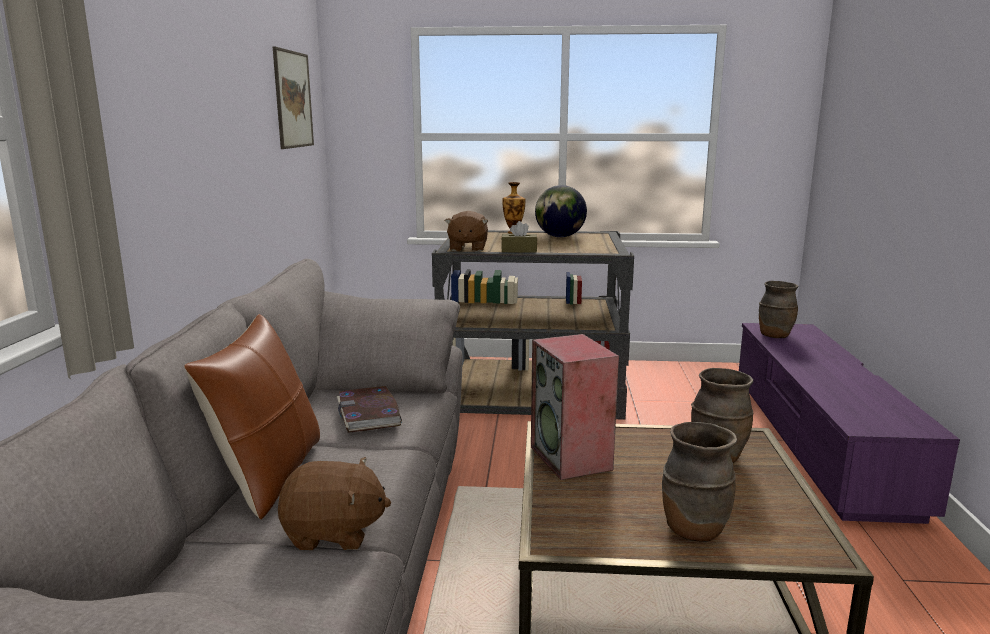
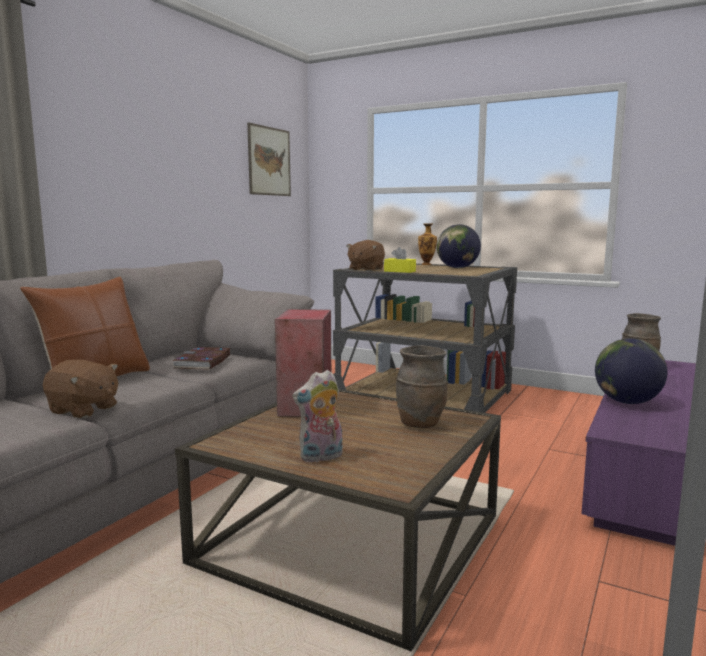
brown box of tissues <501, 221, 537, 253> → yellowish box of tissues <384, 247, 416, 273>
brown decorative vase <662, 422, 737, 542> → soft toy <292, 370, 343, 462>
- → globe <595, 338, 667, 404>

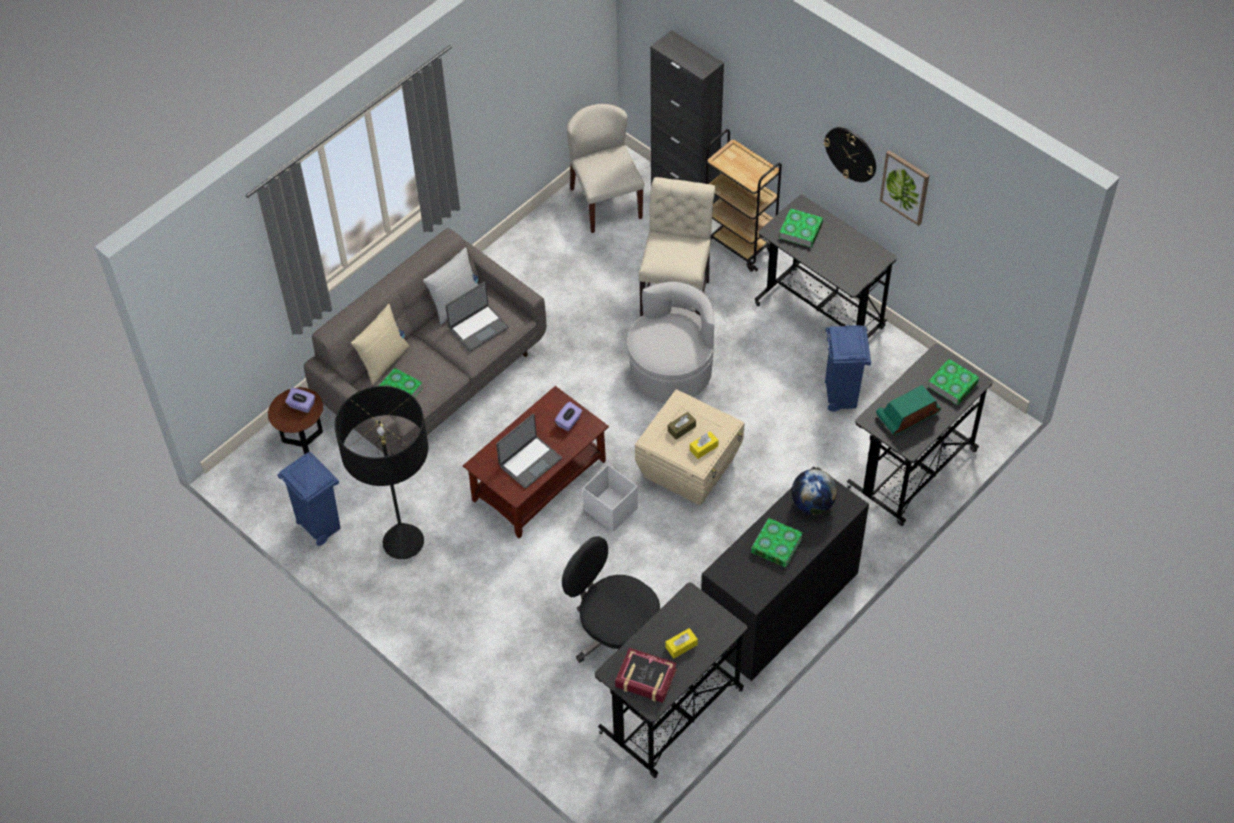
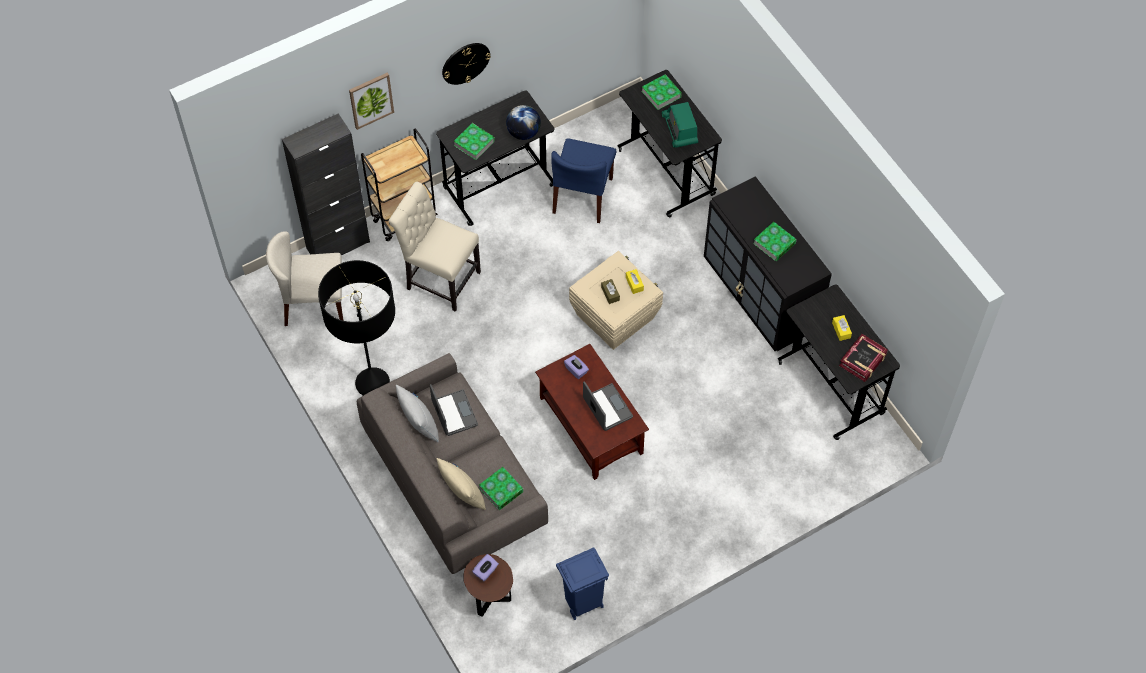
picture <880, 150, 929, 226> → picture <349, 73, 394, 130>, move
whitish easy chair <627, 282, 714, 403> → -
blue-coloured waste bin <825, 325, 871, 412> → blue-coloured plain chair <551, 139, 616, 223>
blackish standard lamp <335, 386, 428, 559> → blackish standard lamp <318, 260, 395, 395>, move
whitish storage box <583, 465, 638, 532> → -
globe <791, 469, 837, 515> → globe <506, 105, 541, 140>, move
blackish desk chair <562, 536, 660, 663> → -

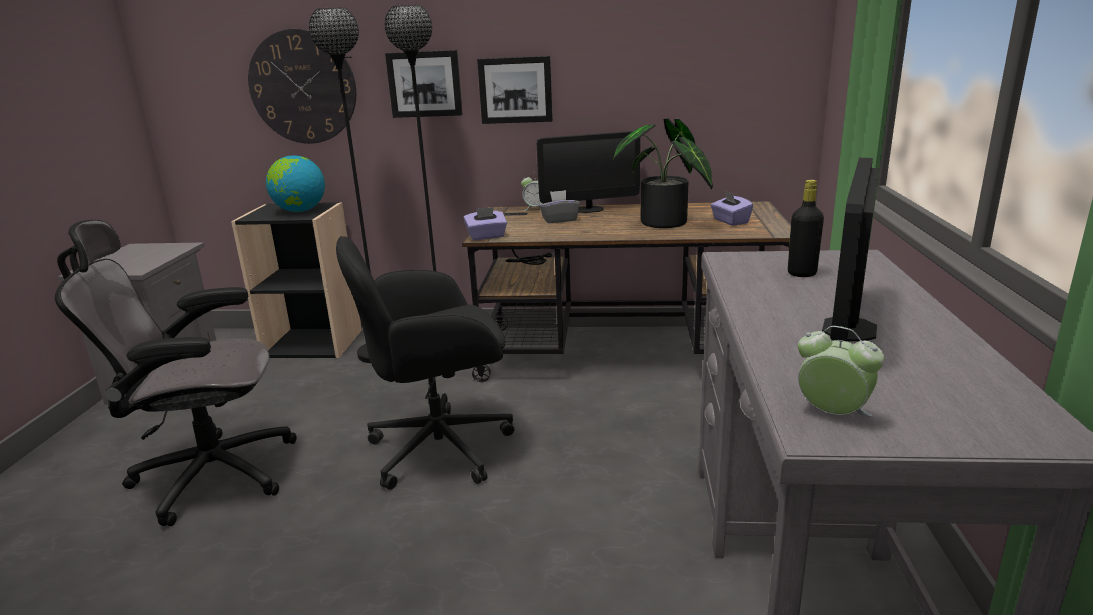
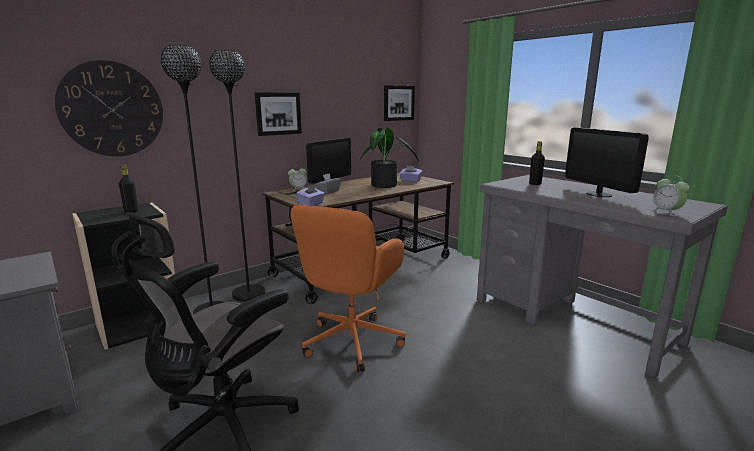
picture <385, 50, 463, 118> → picture <384, 85, 415, 121>, move
globe <266, 155, 325, 212> → blackish bottle <119, 165, 139, 213>
blackish desk chair <336, 236, 514, 490> → orange desk chair <291, 205, 406, 372>
alarm clock <798, 326, 884, 417> → alarm clock <651, 175, 690, 216>, 105 degrees counterclockwise

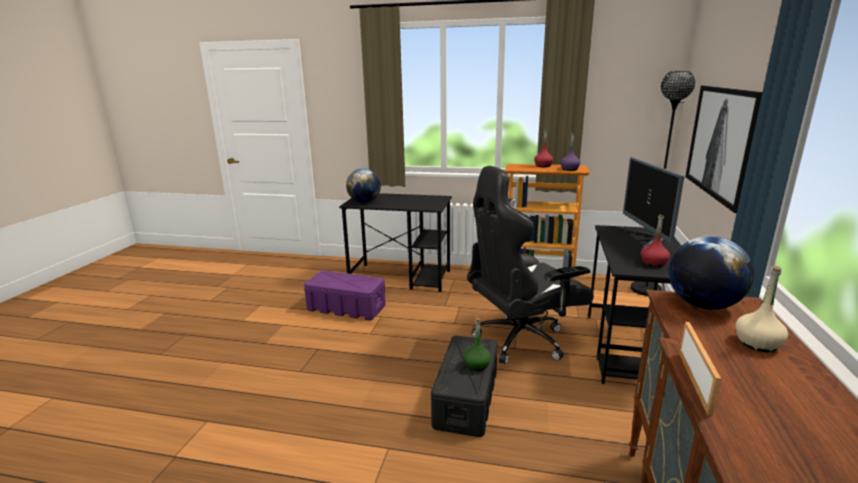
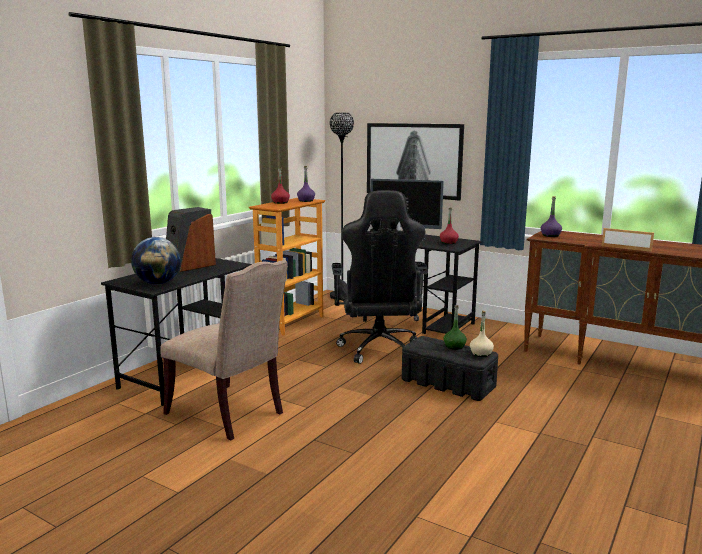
globe <669, 236, 754, 310> → purple-coloured bottle <541, 196, 562, 237>
sand-coloured bottle <735, 266, 788, 352> → sand-coloured bottle <470, 311, 494, 357>, move
purple-coloured storage box <304, 271, 386, 320> → sand-coloured plain chair <160, 260, 288, 441>
- → speaker <166, 207, 216, 272>

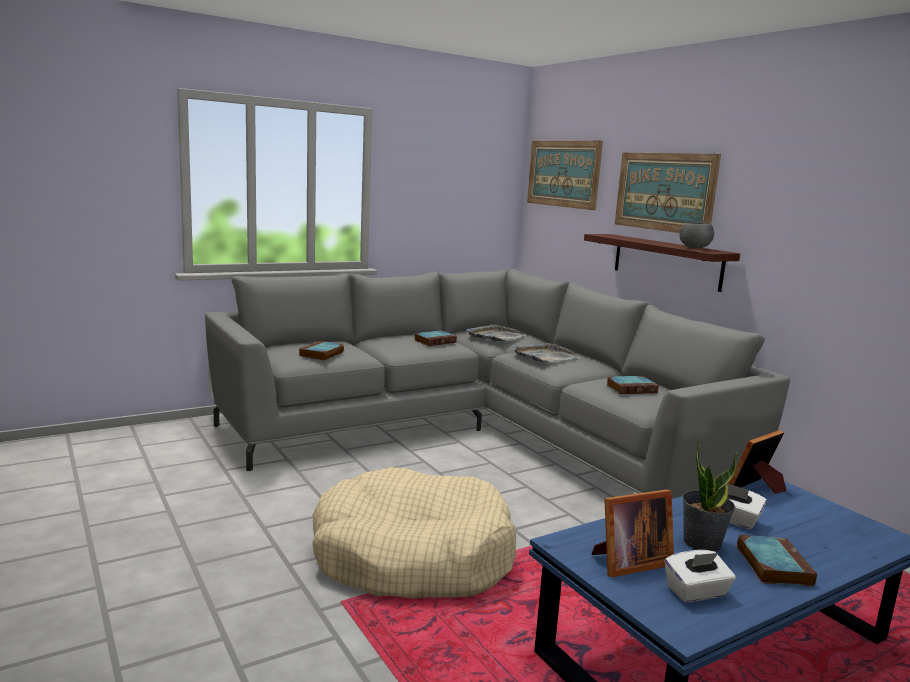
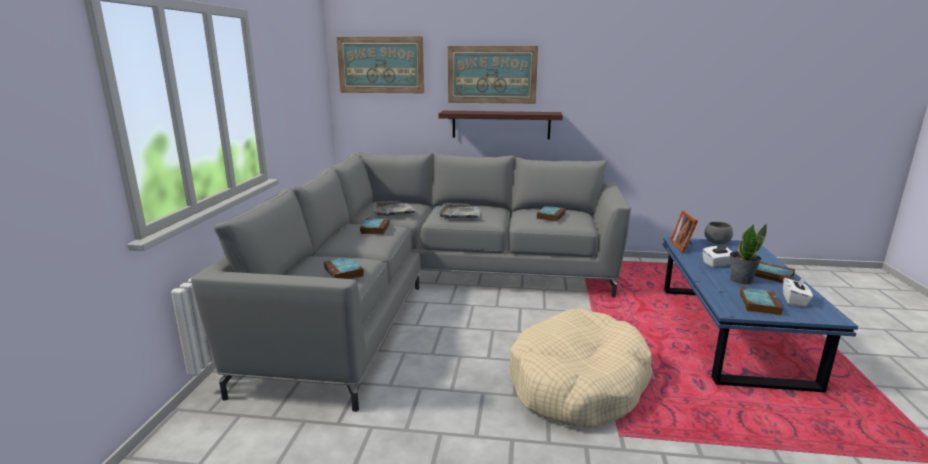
grey deep dish <679, 222, 714, 249> → grey deep dish <704, 222, 733, 244>, move
picture frame <592, 489, 674, 577> → book <740, 287, 783, 315>

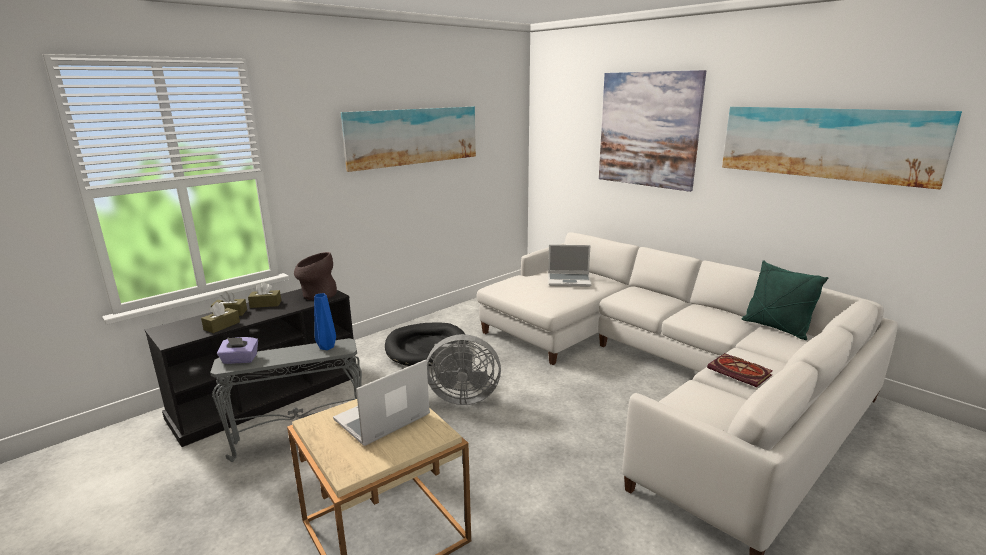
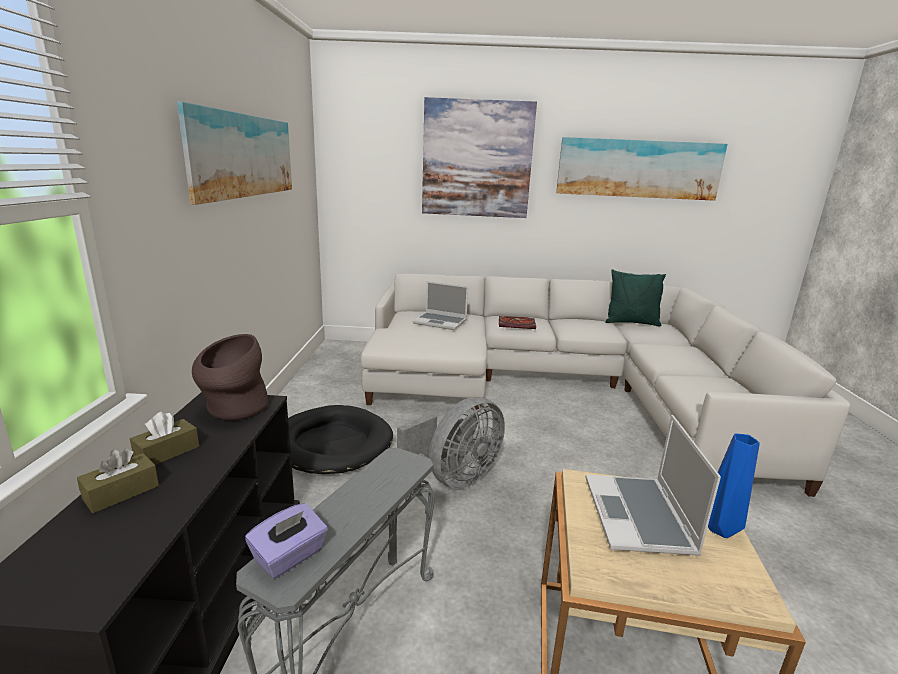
portable computer <548, 245, 592, 287> → portable computer <413, 281, 468, 330>, 60 degrees clockwise
blue-coloured decorative vase <314, 293, 336, 350> → blue-coloured decorative vase <708, 434, 760, 538>, move
brown box of tissues <201, 302, 240, 333> → -
book <707, 353, 773, 387> → book <499, 316, 536, 329>, move

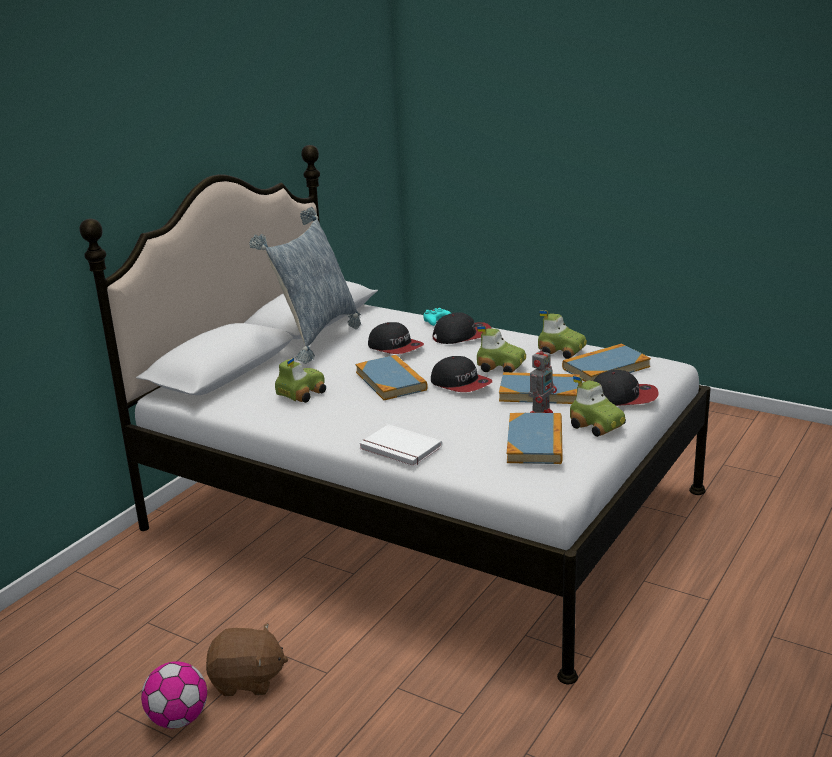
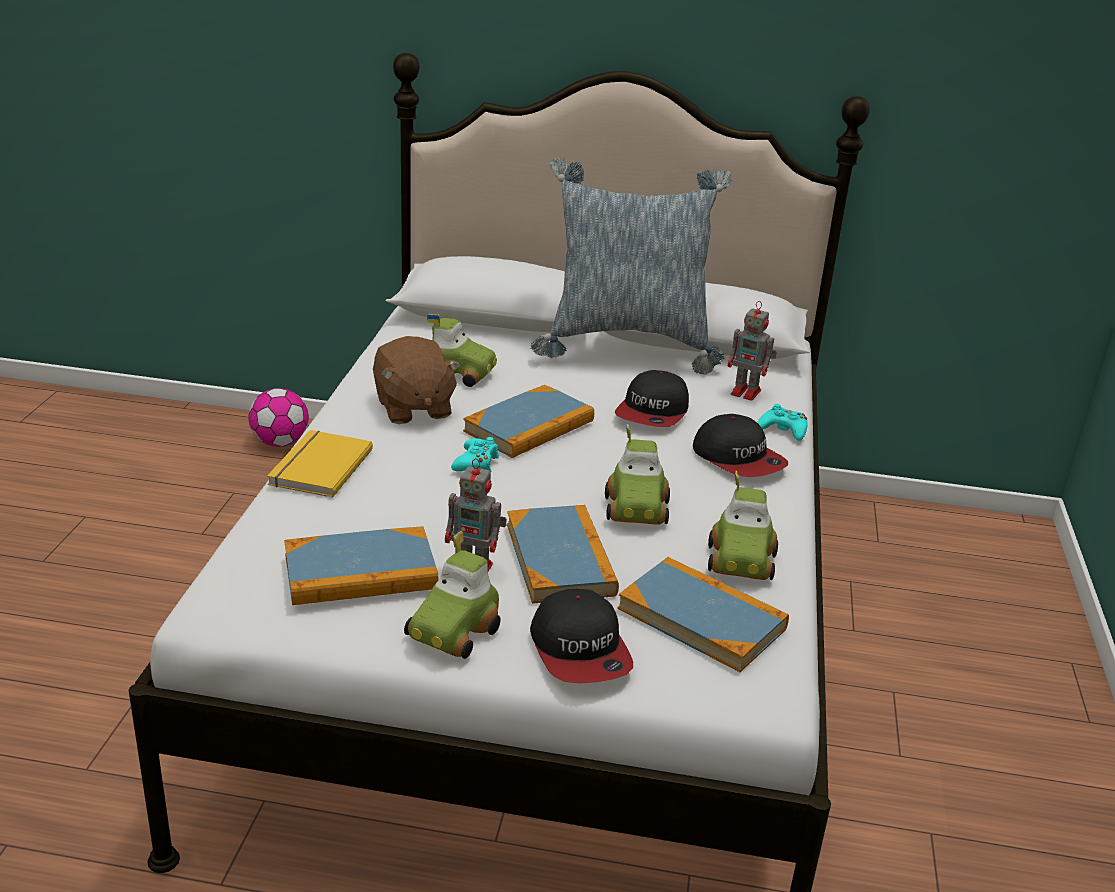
cap <431, 356, 492, 392> → -
whitish book <359, 424, 442, 467> → yellowish book <267, 430, 373, 498>
brown soft toy <206, 623, 288, 696> → brown soft toy <373, 336, 461, 424>, move
football <141, 661, 207, 729> → football <248, 388, 309, 447>, move
- → toy robot <727, 301, 777, 401>
- → turquoise joypad <451, 437, 499, 471>

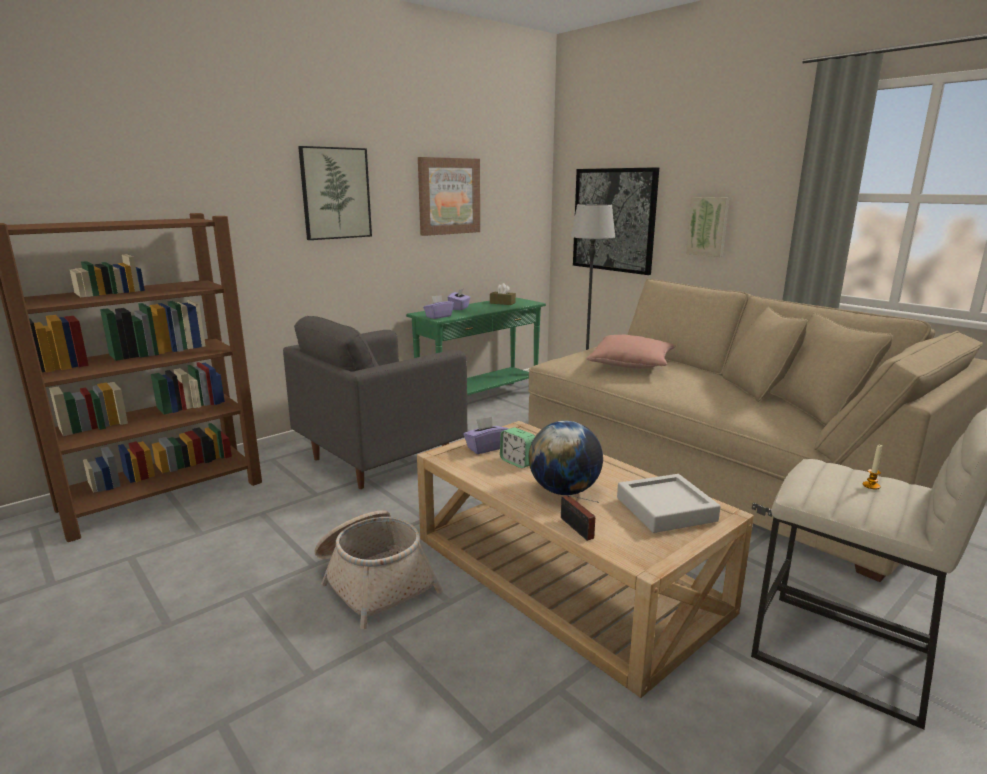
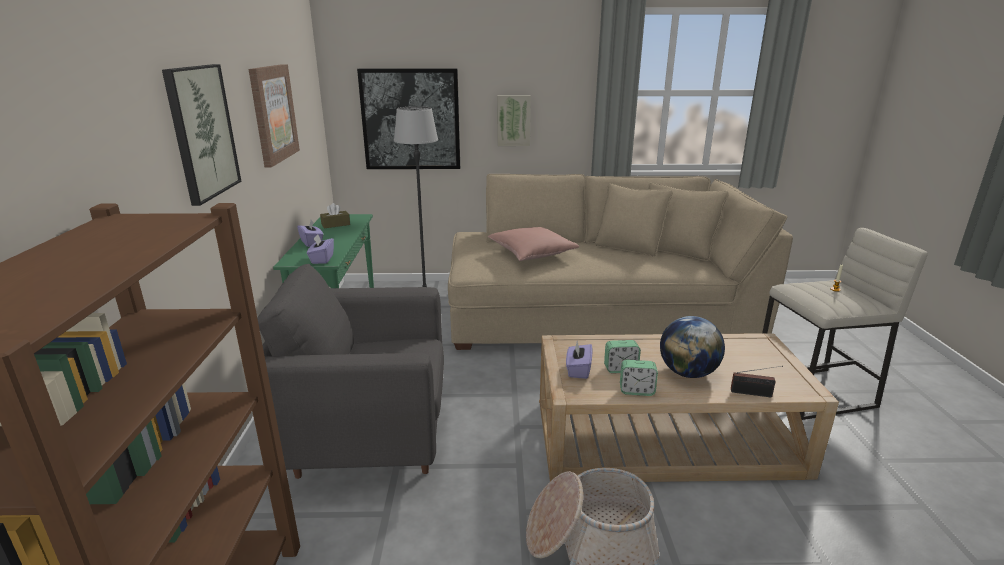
grey easy chair <283, 316, 468, 489> → grey easy chair <257, 264, 444, 479>, 90 degrees clockwise
grey serving tray <617, 474, 721, 533> → -
- → alarm clock <620, 360, 658, 396>

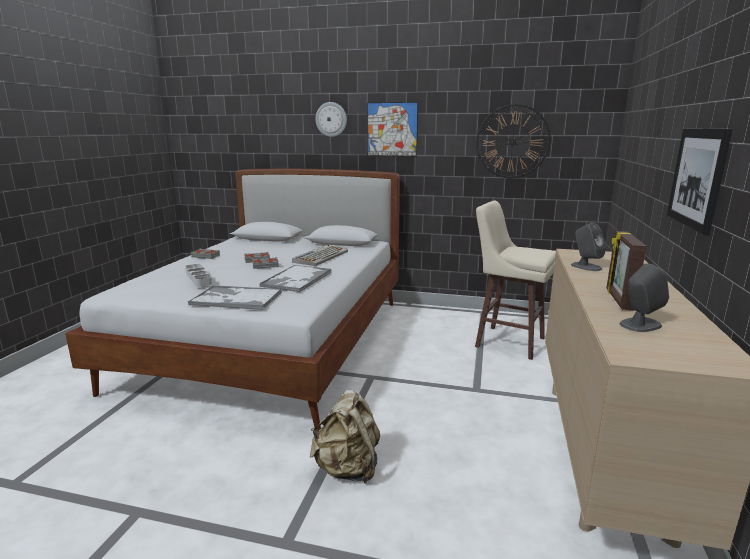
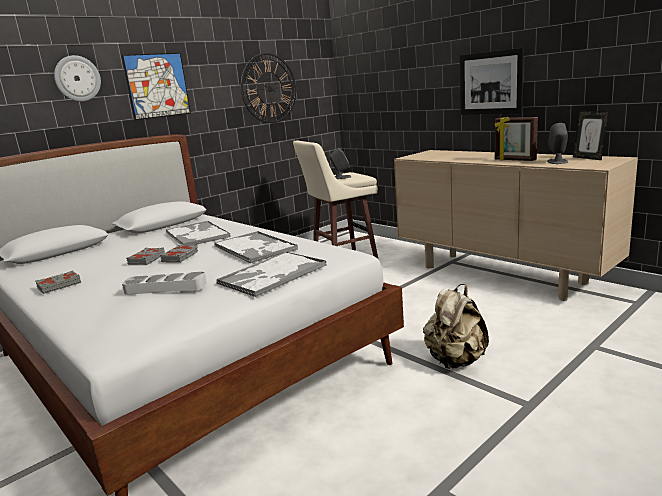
grey speaker <571, 222, 606, 271> → grey speaker <329, 148, 351, 179>, move
keyboard <292, 245, 348, 266> → serving tray <166, 220, 231, 245>
- → picture frame <573, 111, 609, 160>

